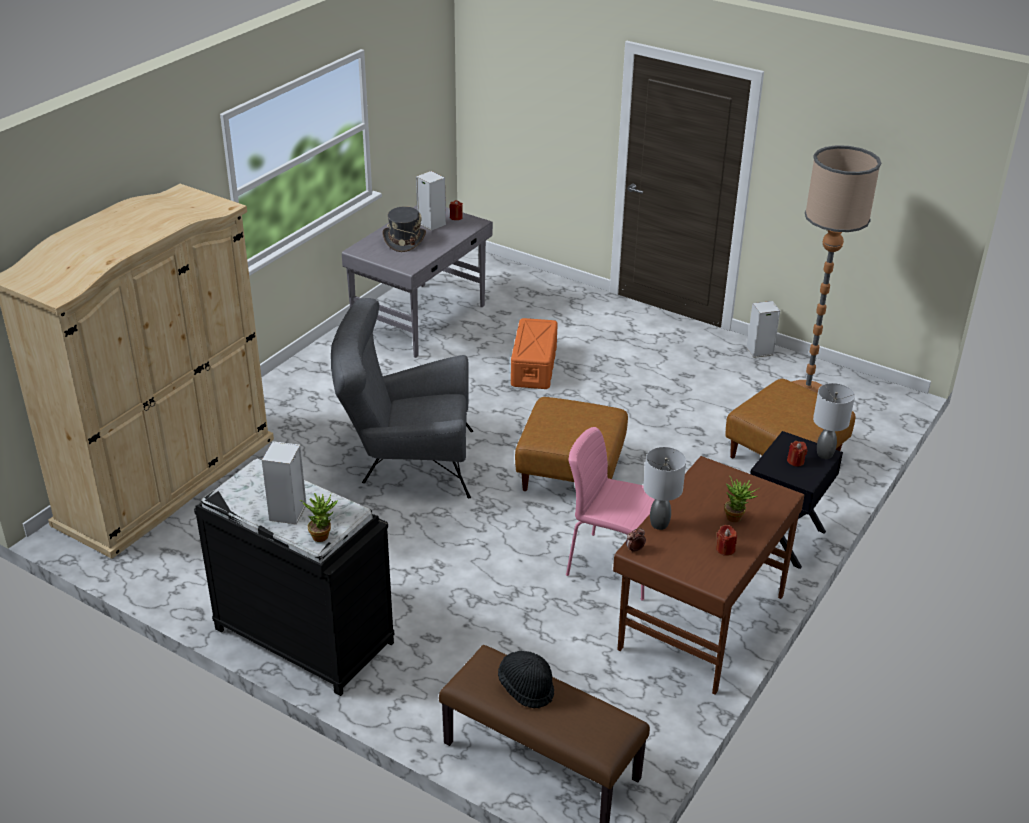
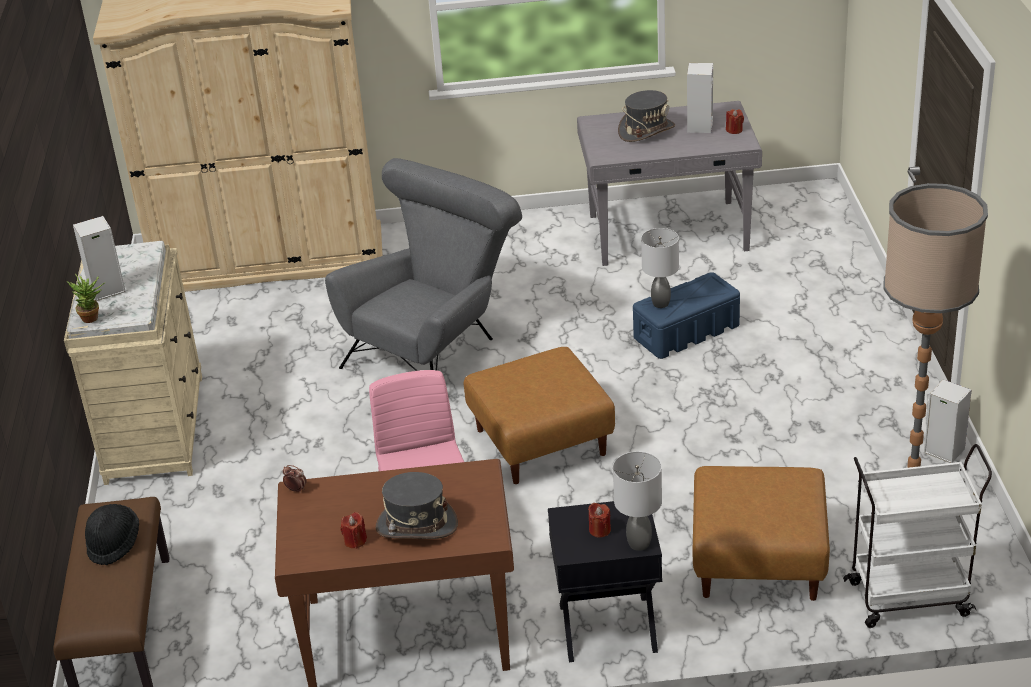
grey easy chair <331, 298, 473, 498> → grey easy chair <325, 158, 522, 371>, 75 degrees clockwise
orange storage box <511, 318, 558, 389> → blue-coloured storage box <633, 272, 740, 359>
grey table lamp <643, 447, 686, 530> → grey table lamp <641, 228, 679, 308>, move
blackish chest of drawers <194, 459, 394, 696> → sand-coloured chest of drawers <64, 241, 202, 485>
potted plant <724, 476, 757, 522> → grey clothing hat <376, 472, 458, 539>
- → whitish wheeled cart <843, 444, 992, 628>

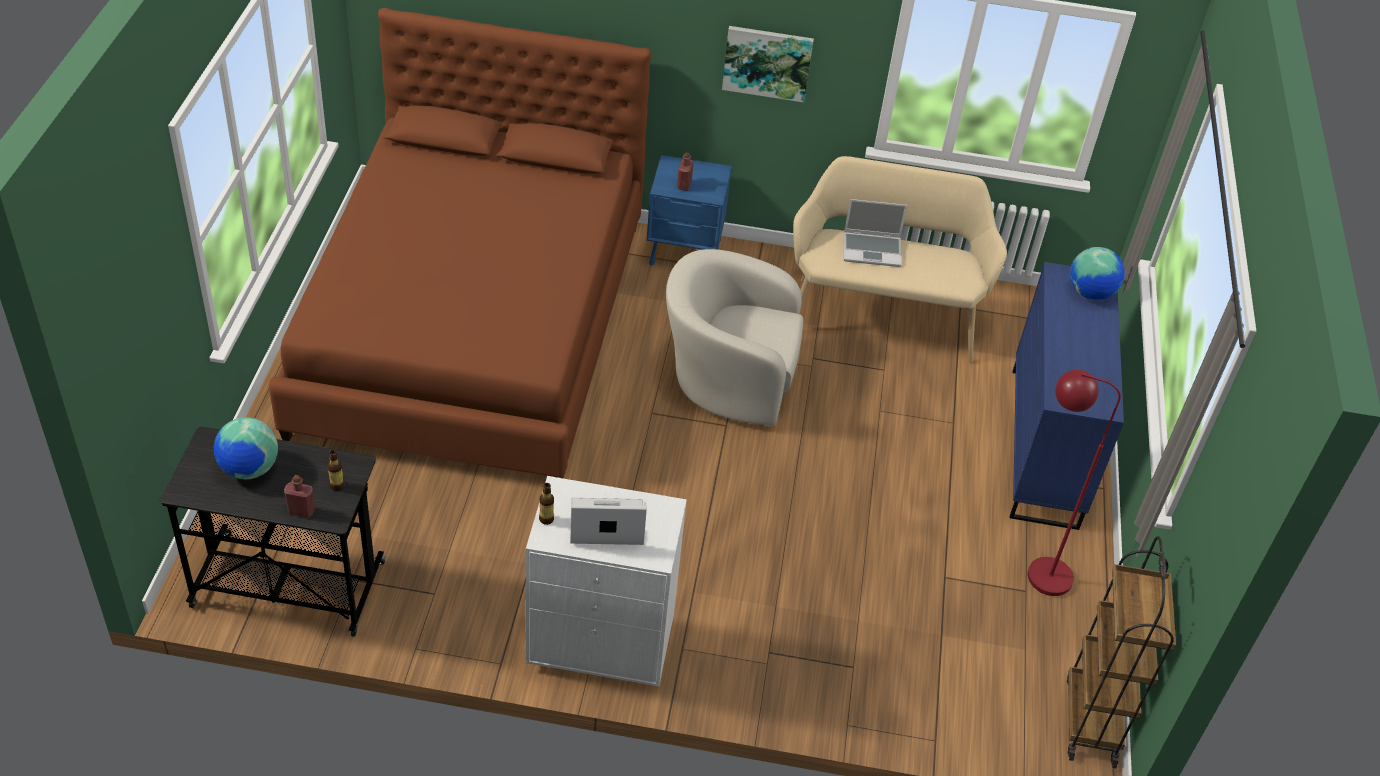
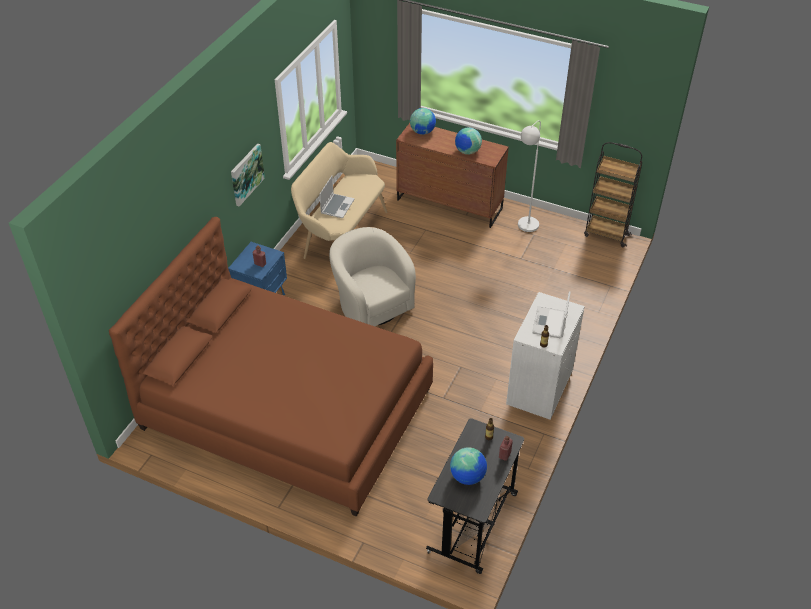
sand-coloured easy chair <666, 249, 803, 426> → sand-coloured easy chair <329, 227, 416, 326>, 120 degrees clockwise
blue-coloured chest of drawers <1010, 262, 1124, 530> → brown chest of drawers <396, 123, 509, 228>
red-coloured standard lamp <1028, 370, 1121, 596> → whitish standard lamp <518, 120, 541, 232>
- → globe <455, 127, 482, 155>

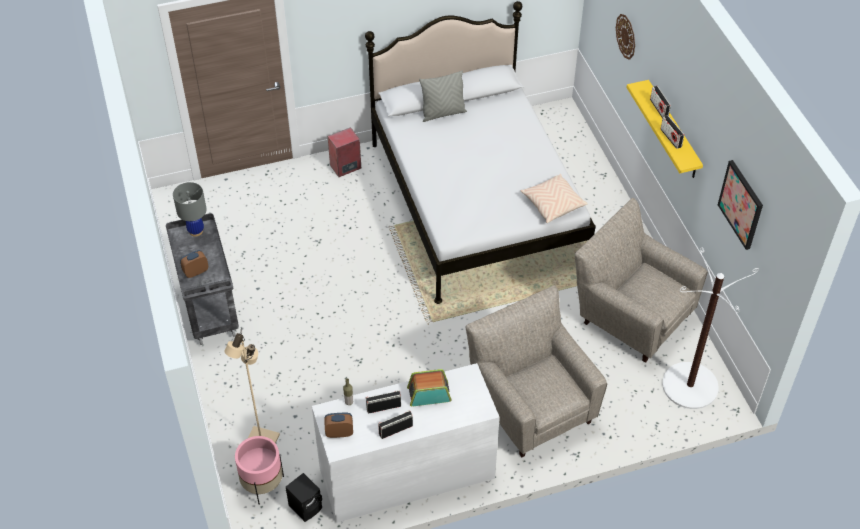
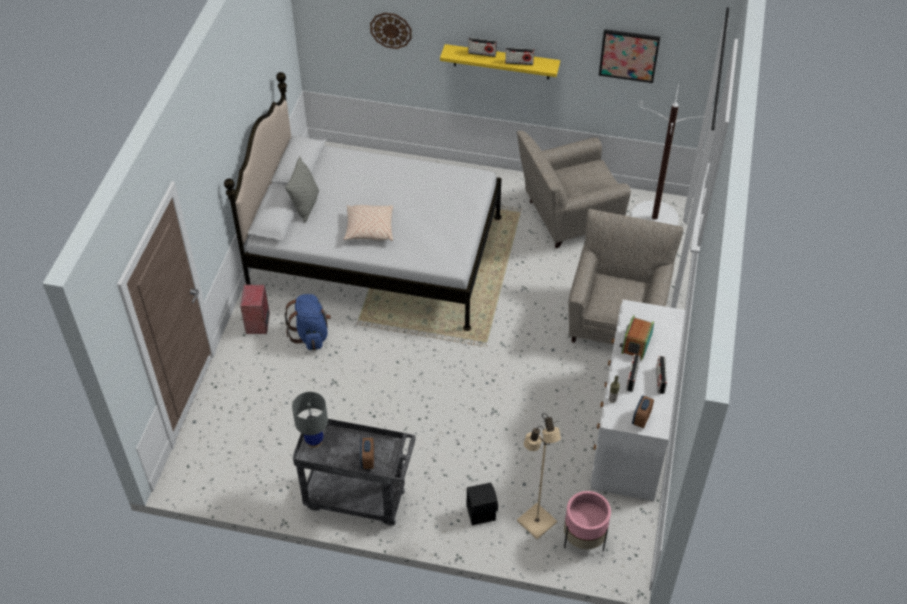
sand-coloured cushion <521, 174, 588, 223> → sand-coloured cushion <344, 205, 393, 241>, move
sand-coloured easy chair <466, 285, 607, 457> → sand-coloured easy chair <568, 209, 683, 345>, 105 degrees clockwise
blackish speaker <286, 473, 322, 522> → blackish speaker <466, 482, 498, 525>, move
- → blue-coloured rucksack <284, 294, 331, 350>

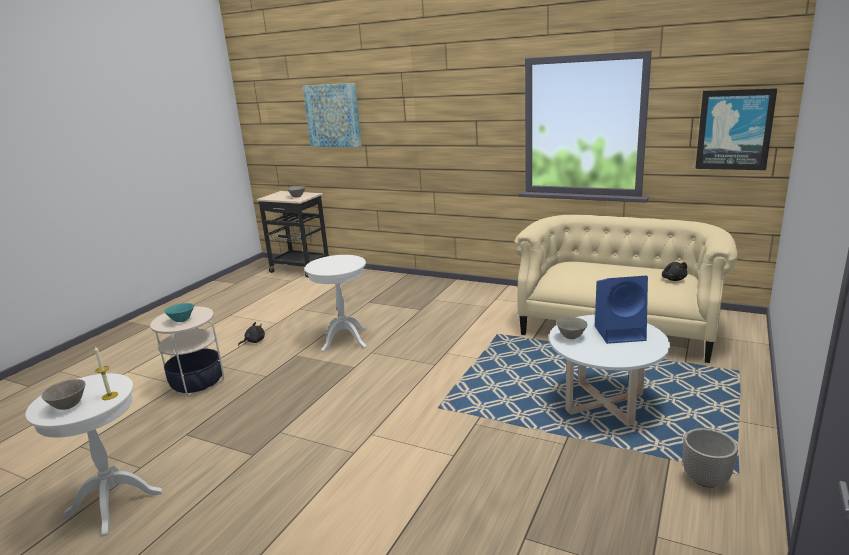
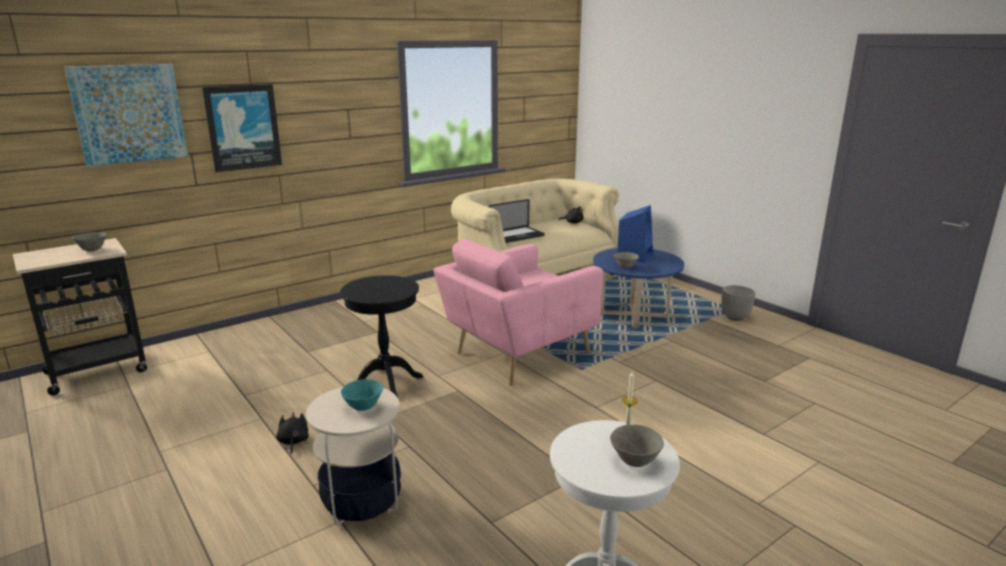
picture <695, 88, 777, 170> → picture <202, 84, 282, 172>, move
whitish side table <305, 255, 367, 352> → blackish side table <340, 275, 423, 398>
whitish low table <549, 315, 670, 426> → blue-coloured low table <593, 248, 684, 328>
- → portable computer <489, 199, 545, 243>
- → pink-coloured easy chair <434, 239, 603, 385>

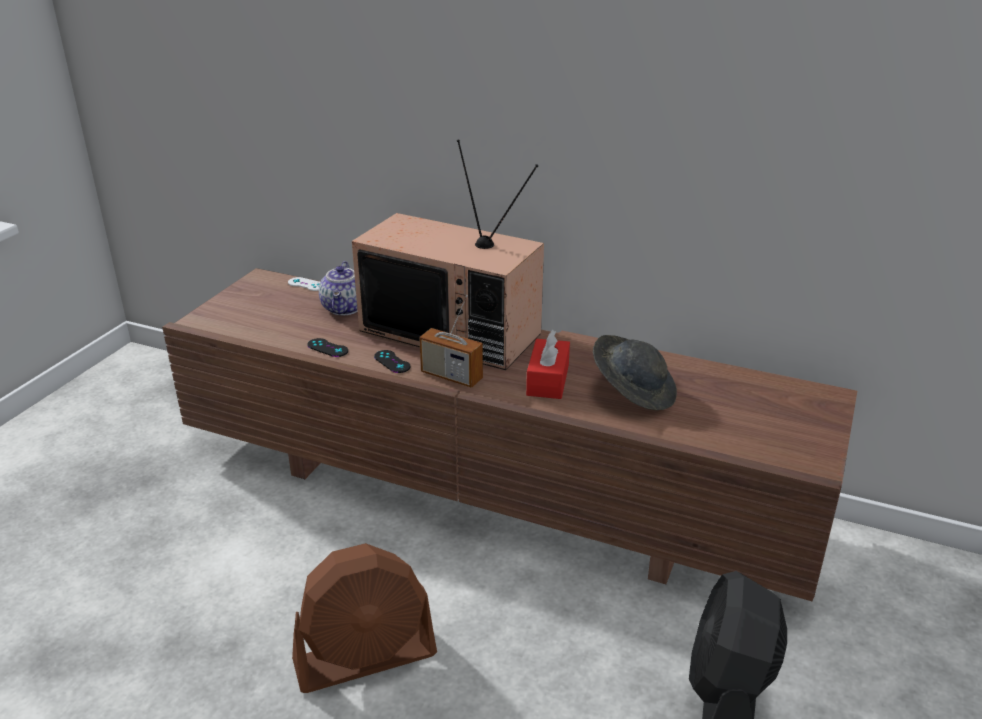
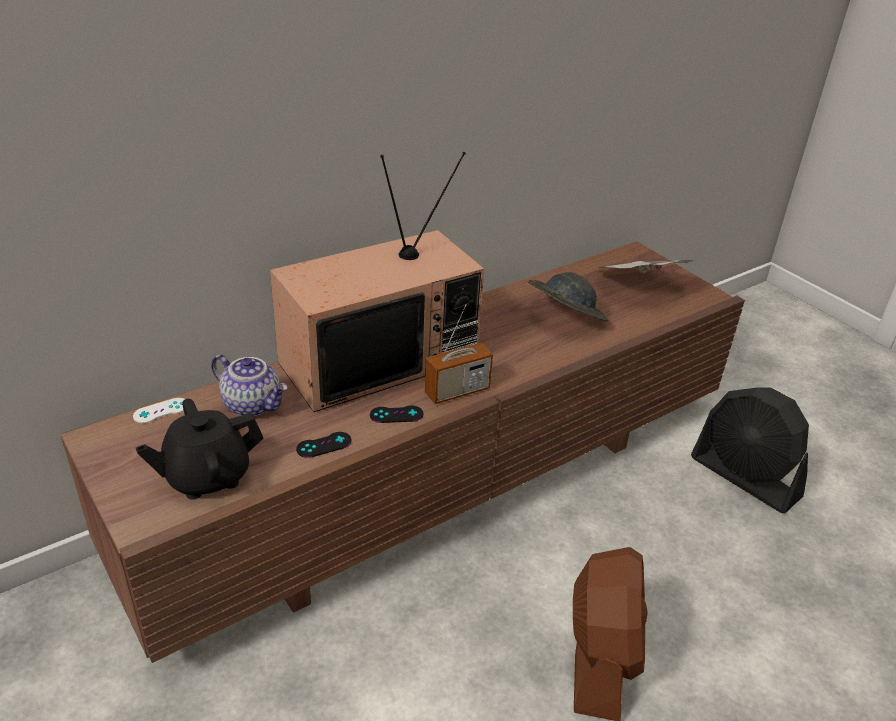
red-coloured box of tissues <526, 330, 570, 399> → -
- → newspaper <597, 260, 695, 274>
- → blackish teapot <136, 399, 263, 500>

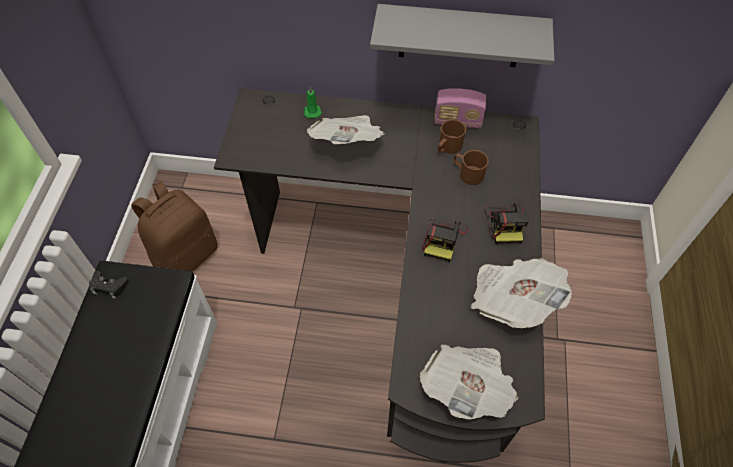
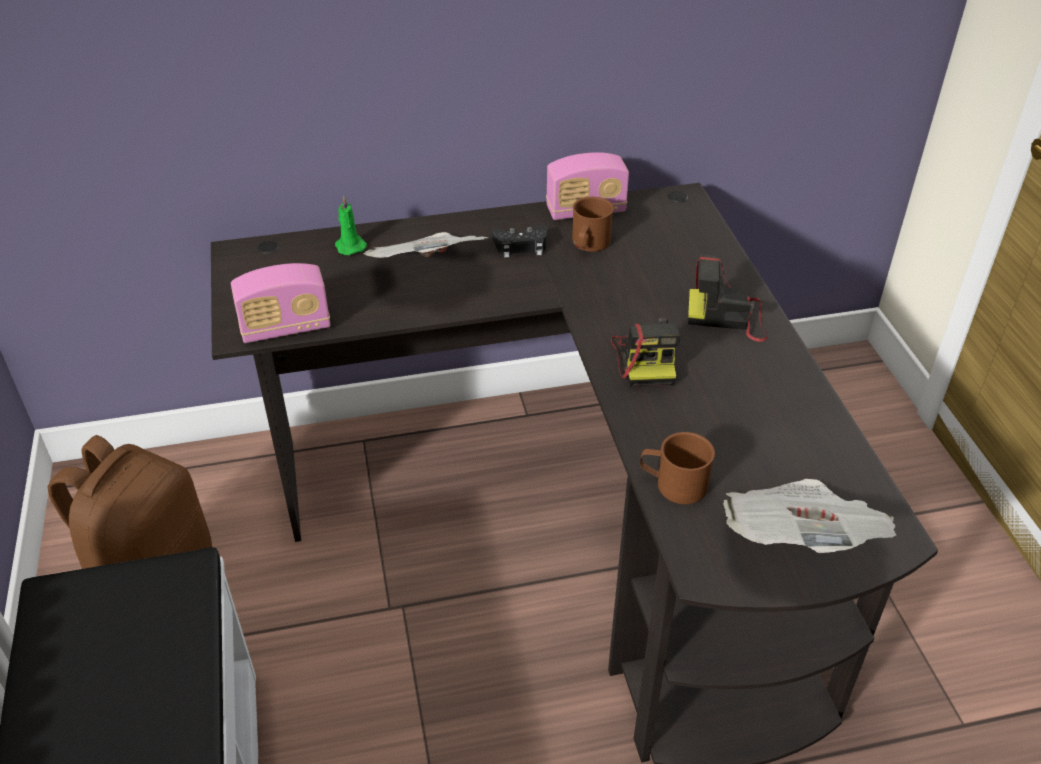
grey wall shelf <370, 4, 554, 67> → -
brown coffee mug <454, 150, 489, 185> → brown coffee mug <640, 432, 715, 504>, move
photo camera <484, 202, 529, 244> → photo camera <688, 254, 767, 342>, 120 degrees clockwise
newspaper <471, 258, 572, 328> → -
blackish joypad <89, 270, 129, 299> → blackish joypad <492, 225, 547, 258>, move
- → radio receiver <231, 263, 330, 343>

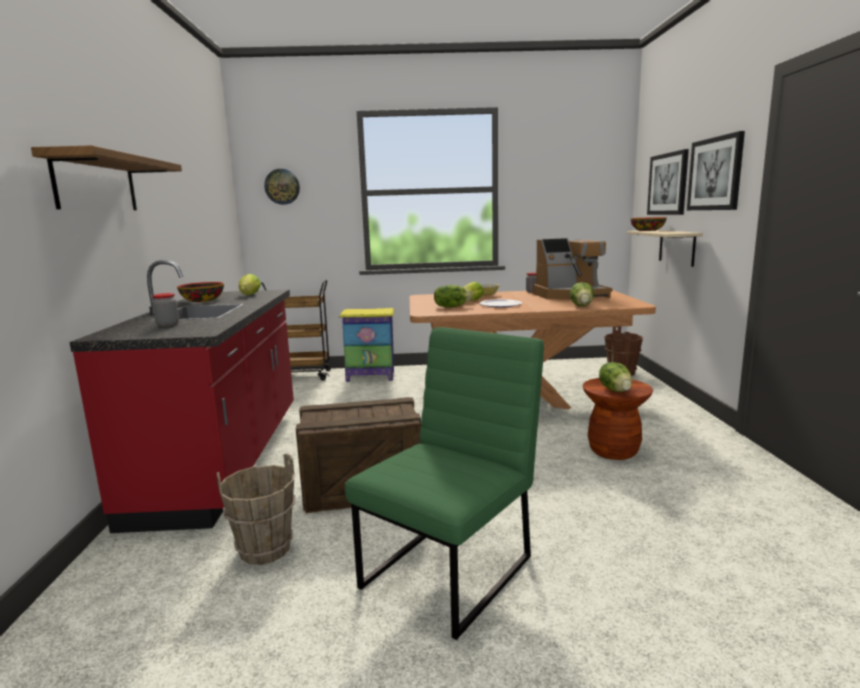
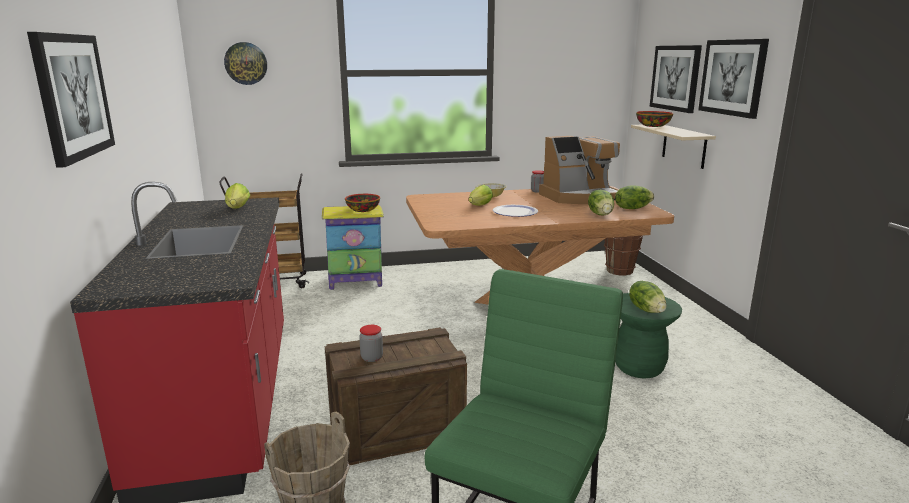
wall shelf <31, 145, 182, 210> → picture <27, 32, 115, 168>
deep dish <177, 282, 224, 302> → deep dish <345, 194, 380, 212>, move
lettuce <434, 285, 472, 307> → lettuce <615, 185, 654, 209>, move
storage jar <152, 293, 179, 327> → storage jar <359, 325, 383, 362>, move
brown stool seat <583, 378, 653, 460> → greenish stool seat <615, 293, 682, 378>

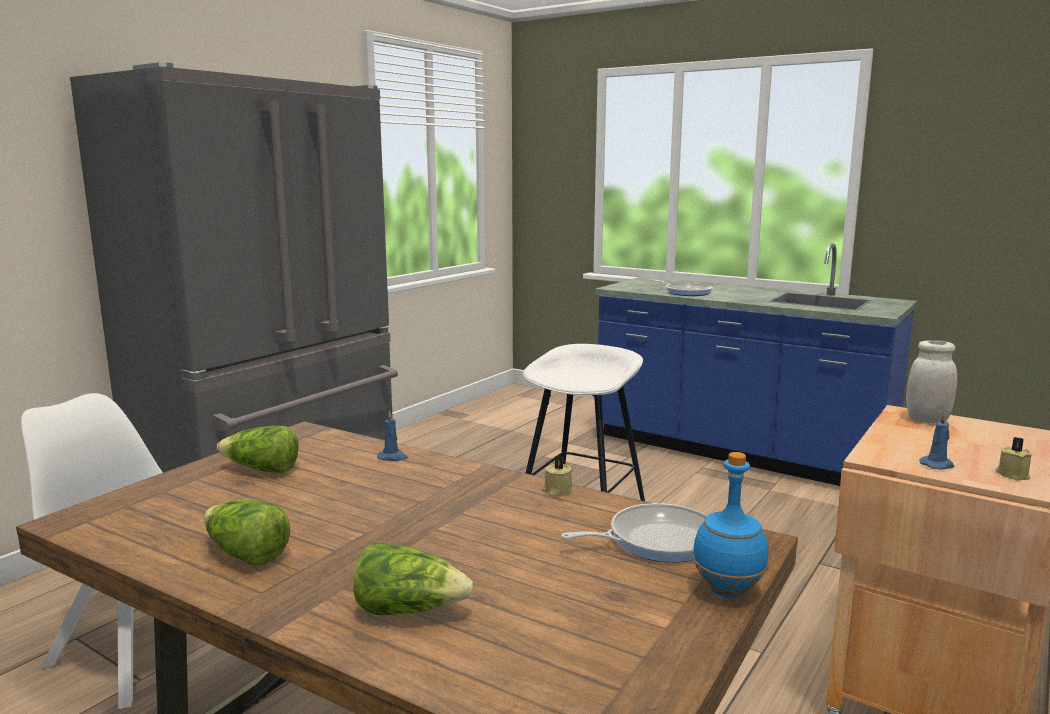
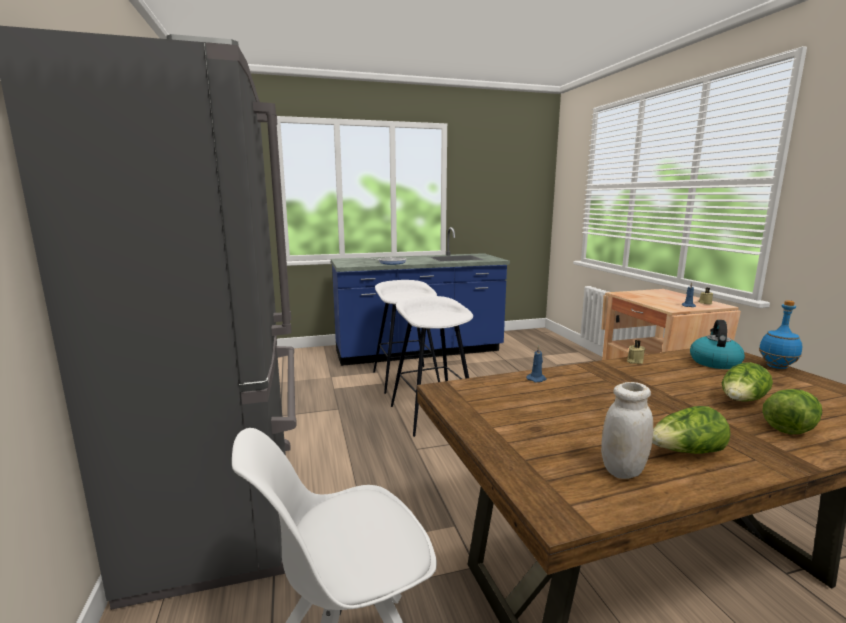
whitish storage jar <906, 340, 957, 424> → whitish storage jar <601, 382, 653, 479>, move
lettuce <217, 426, 299, 473> → lettuce <722, 362, 773, 402>, move
pan <561, 503, 707, 563> → water kettle <690, 320, 745, 369>
- → whitish stool seat <373, 280, 440, 394>

